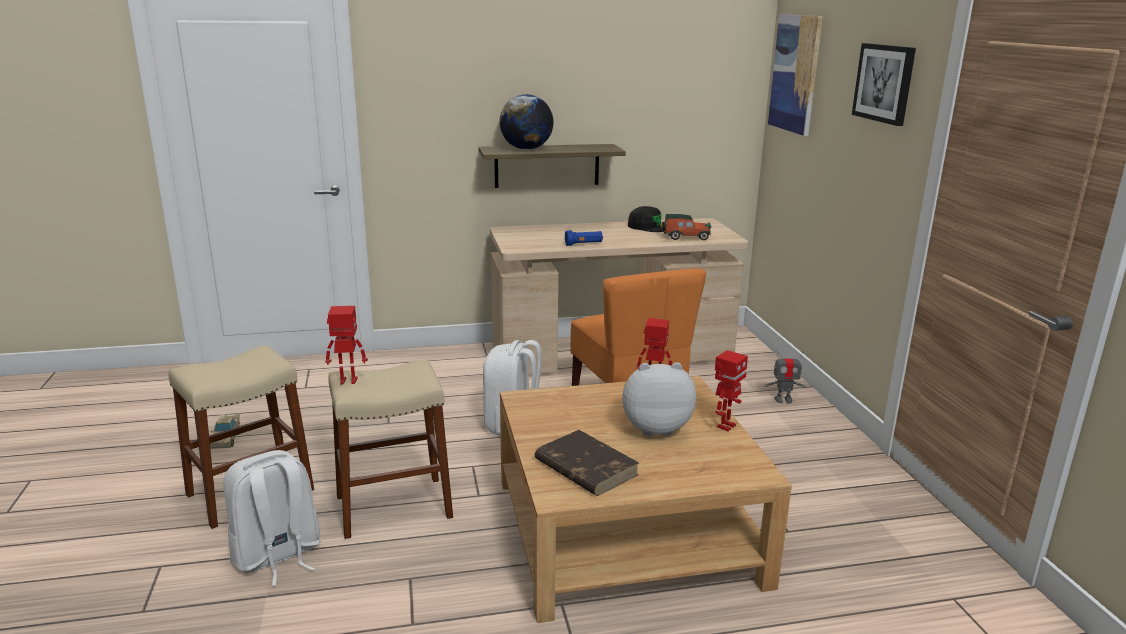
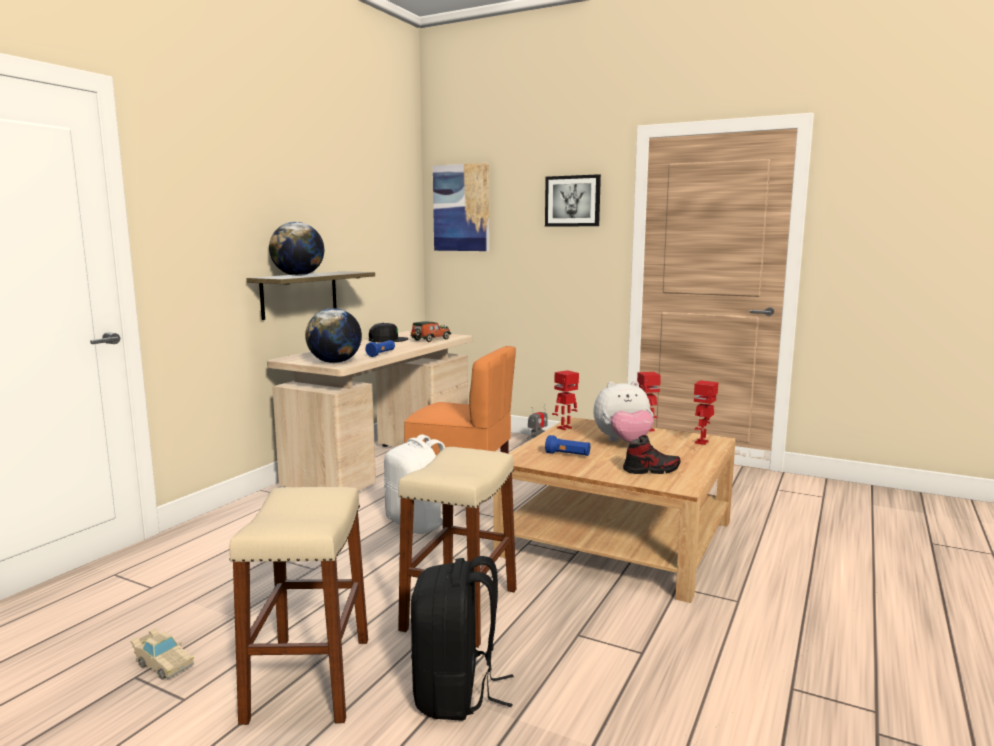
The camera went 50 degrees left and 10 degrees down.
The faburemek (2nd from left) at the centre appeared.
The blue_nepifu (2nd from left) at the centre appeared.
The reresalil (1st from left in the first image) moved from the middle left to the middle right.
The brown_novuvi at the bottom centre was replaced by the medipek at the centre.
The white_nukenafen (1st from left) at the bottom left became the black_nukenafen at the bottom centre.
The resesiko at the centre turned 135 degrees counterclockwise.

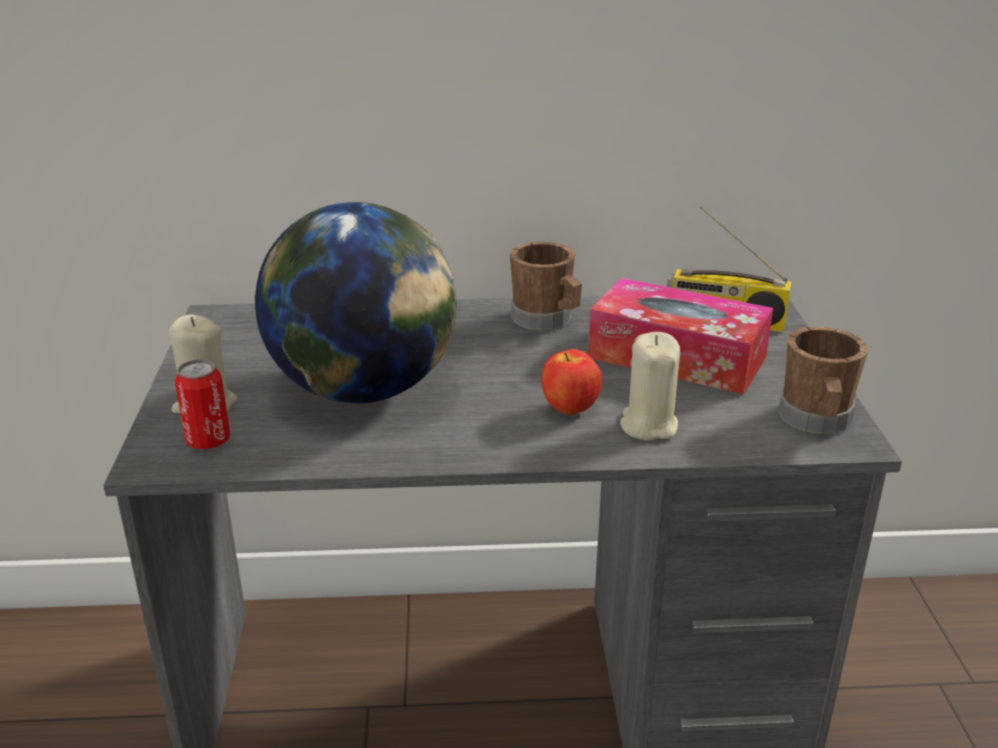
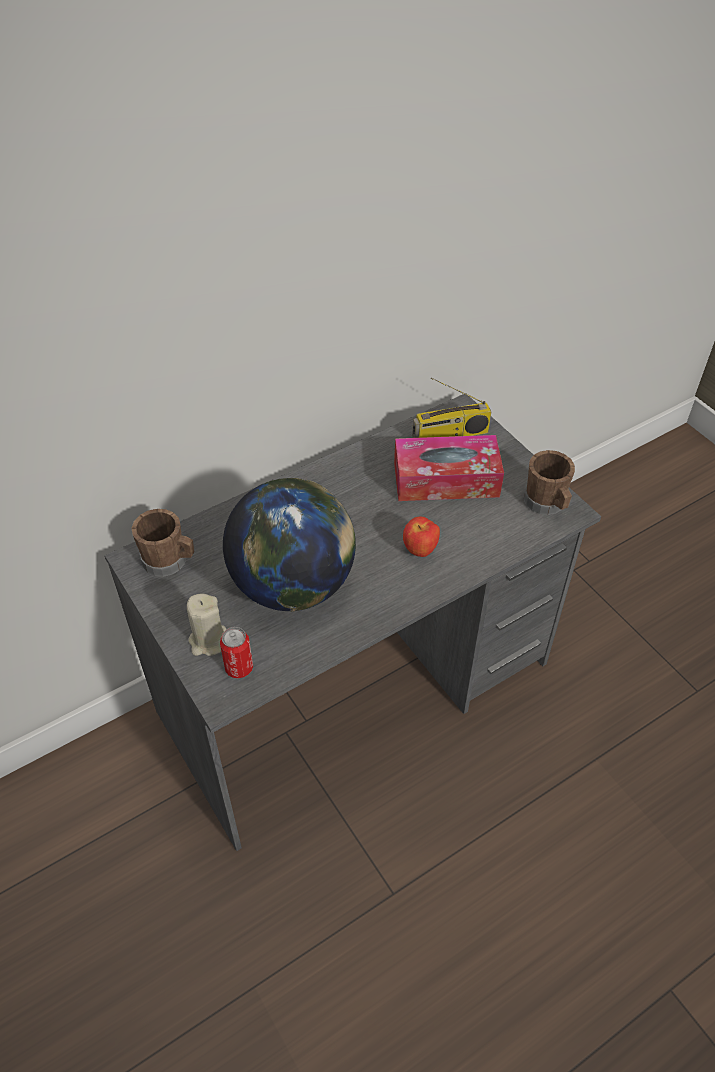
The camera went 30 degrees left and 20 degrees up.
The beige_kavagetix (2nd from left) at the centre disappeared.
The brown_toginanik (1st from left) moved from the centre to the middle left.

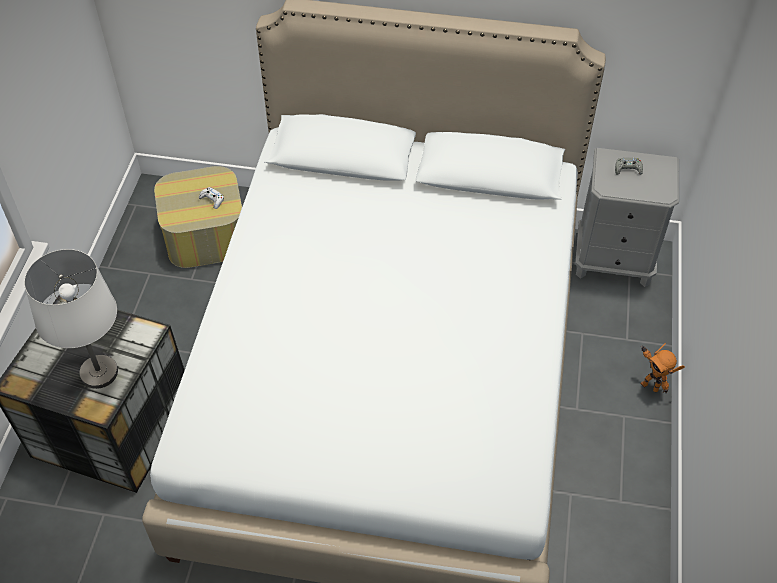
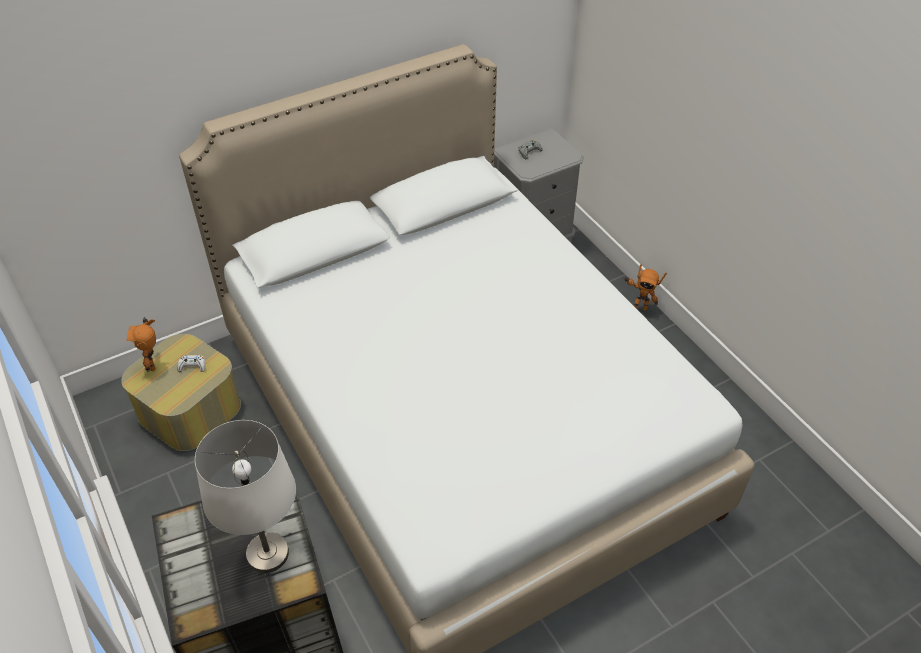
The camera went 40 degrees left and 5 degrees down.
The reresalil (1st from left) at the middle left appeared.

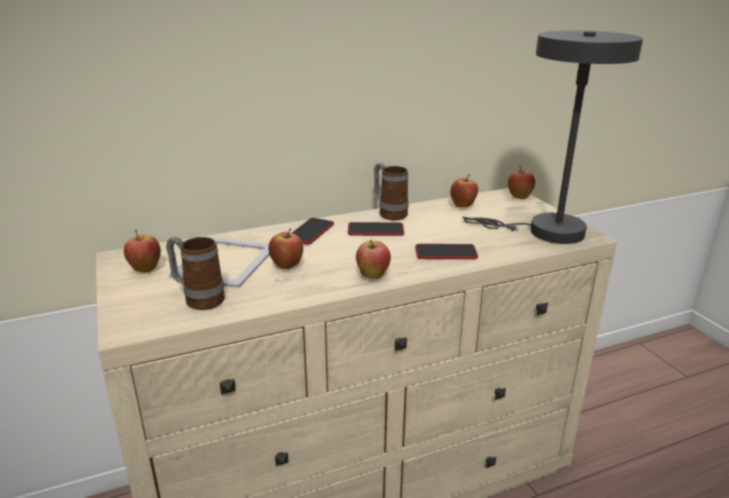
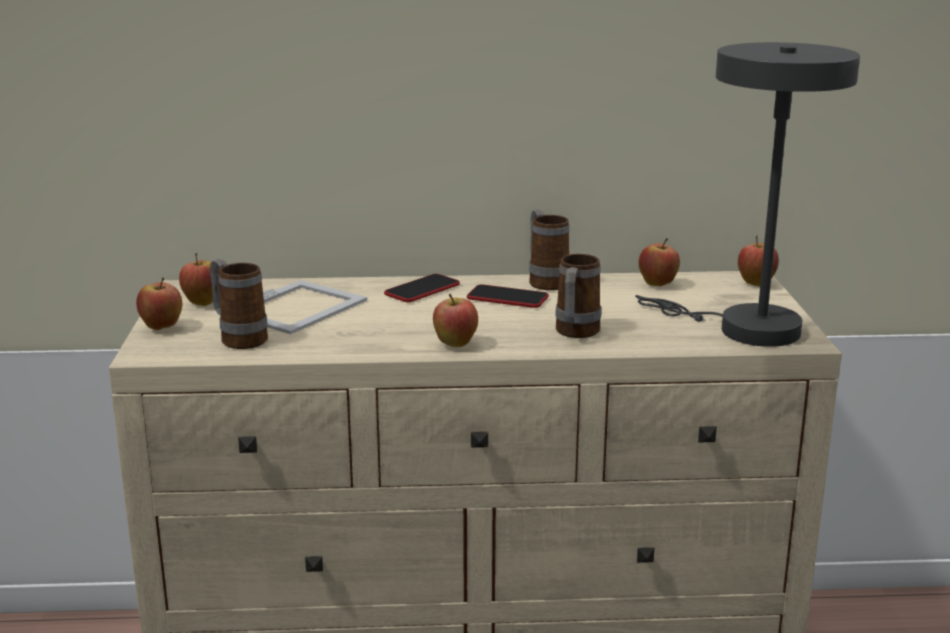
The camera went 20 degrees right and 5 degrees down.
The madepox (2nd from left in the first image) moved from the centre to the middle left.
The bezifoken (3rd from left) at the centre was replaced by the toginanik (3rd from left) at the centre.

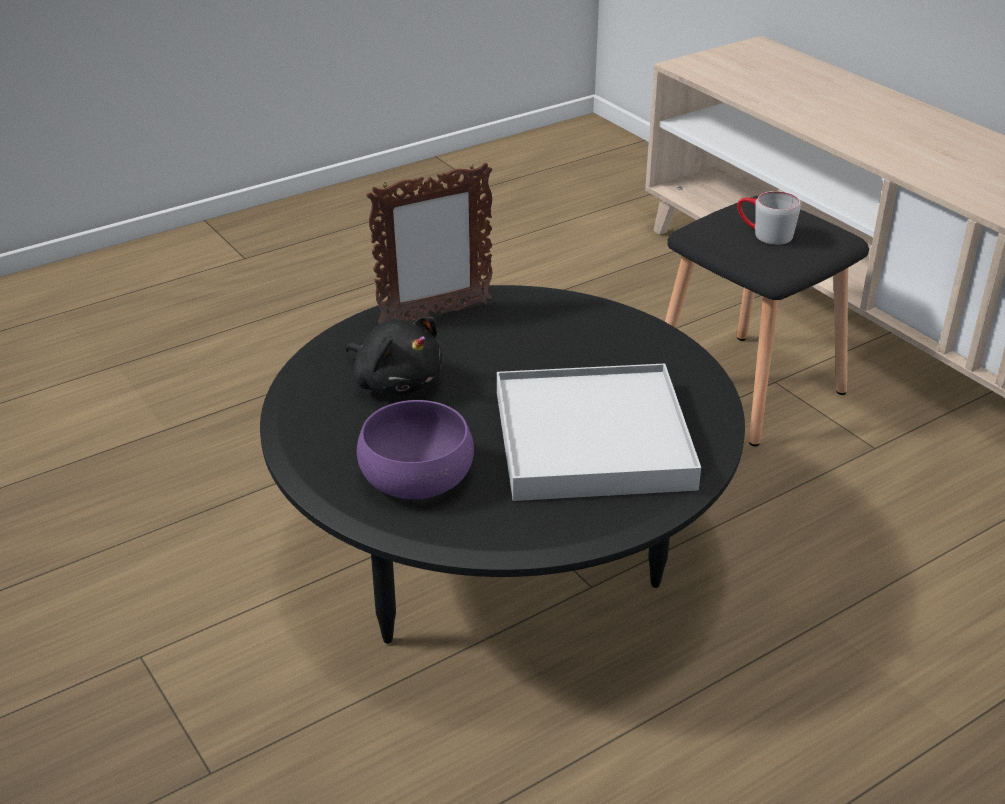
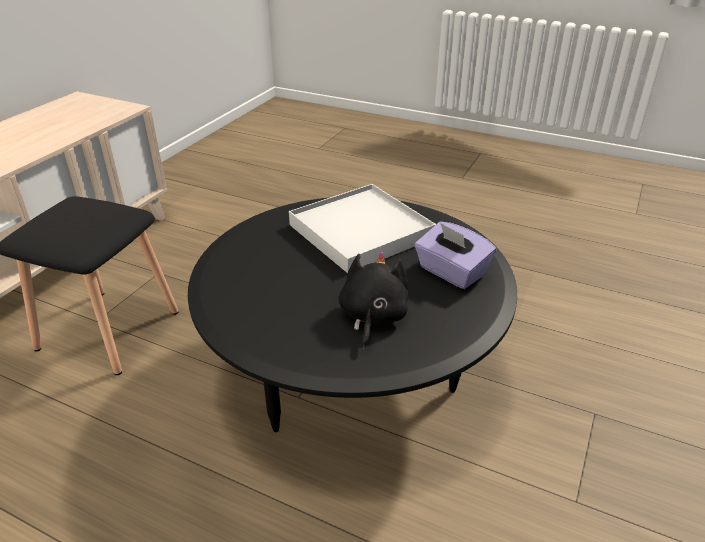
The camera went 120 degrees left and 0 degrees up.
The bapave at the top centre disappeared.
The grey_toginanik at the top right disappeared.
The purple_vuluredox at the centre was replaced by the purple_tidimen at the centre.

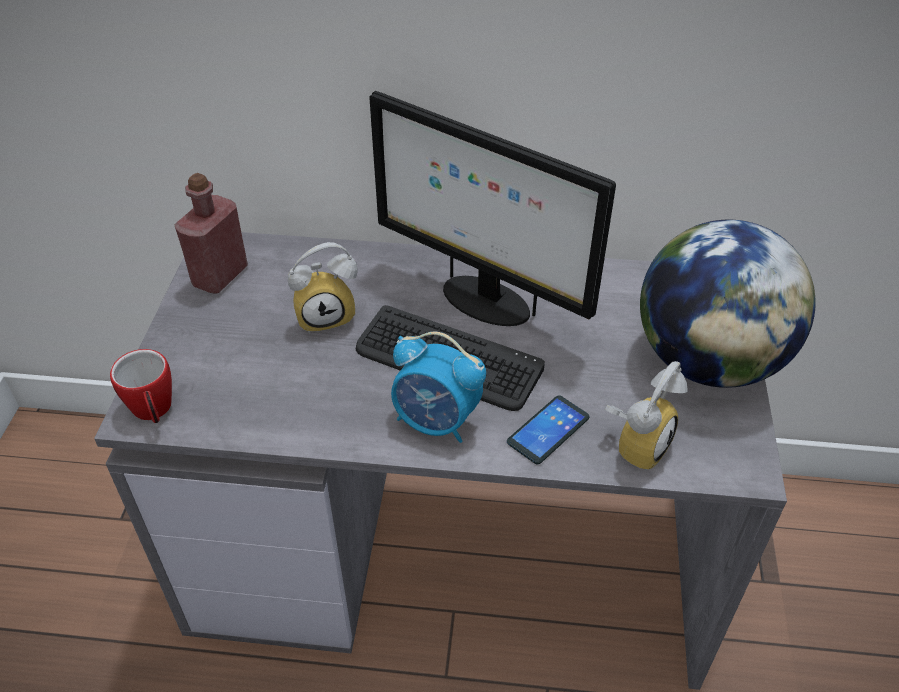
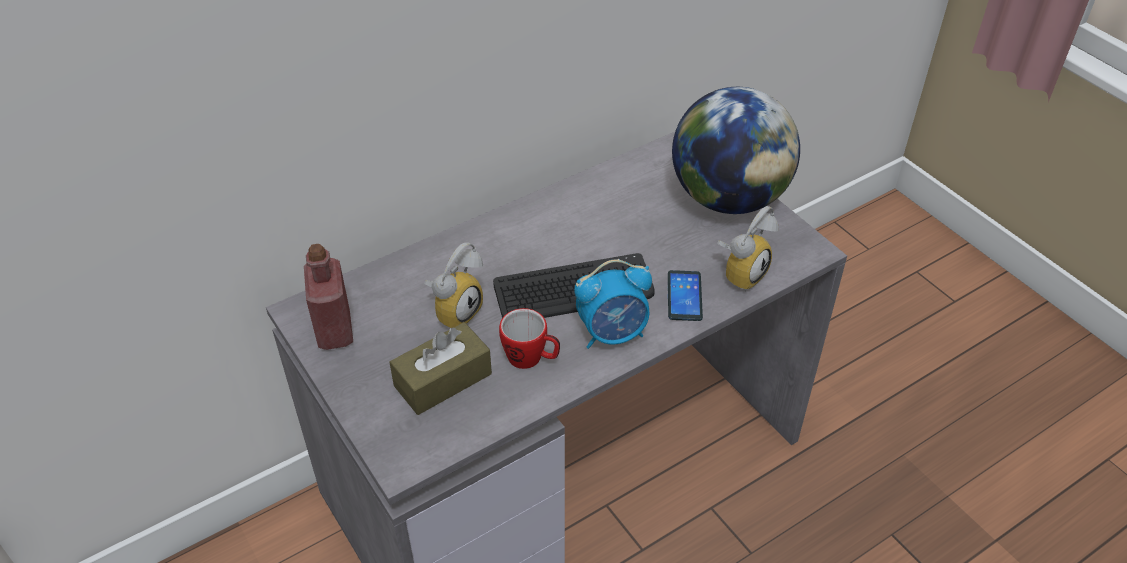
The camera went 40 degrees left and 0 degrees up.
The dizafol at the top centre disappeared.
The brown_tidimen at the centre appeared.
The toginanik moved from the middle left to the centre.
The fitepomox (3rd from left) at the middle right turned 45 degrees clockwise.

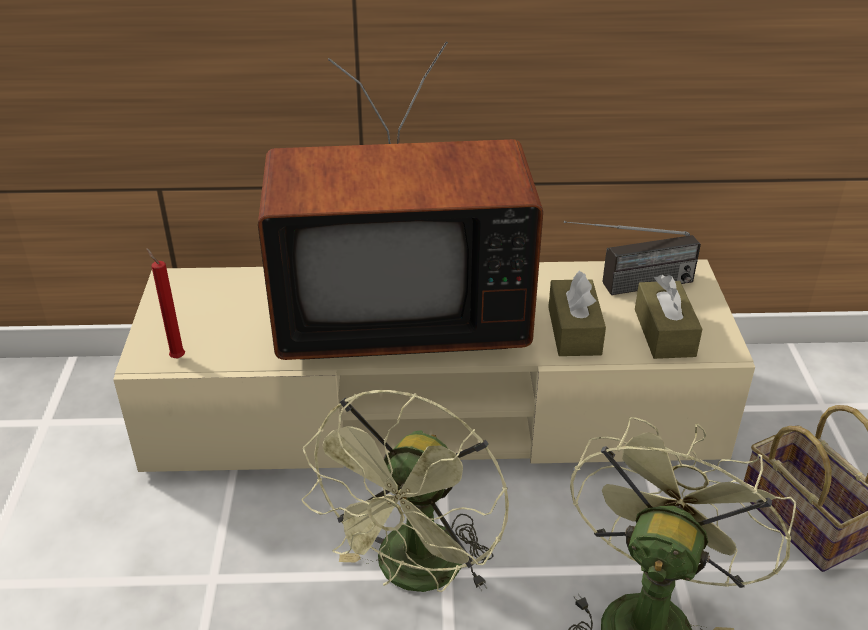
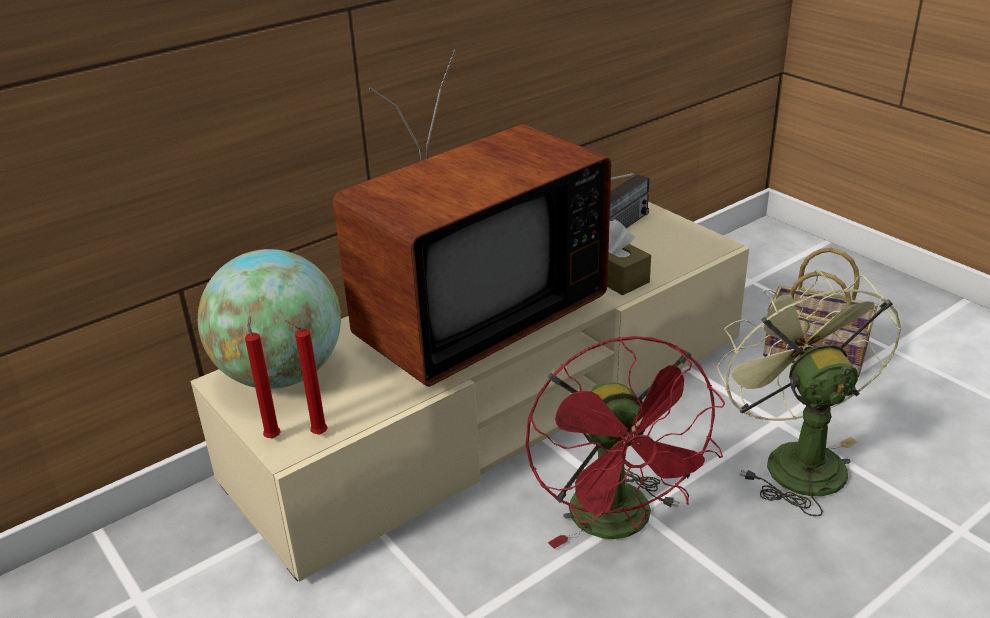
The camera went 35 degrees left and 5 degrees down.
The brown_tidimen (2nd from left) at the middle right disappeared.
The faburemek at the middle left appeared.
The red_kavagetix (1st from left) at the middle left appeared.
The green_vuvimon (1st from left) at the bottom centre became the red_vuvimon at the bottom centre.

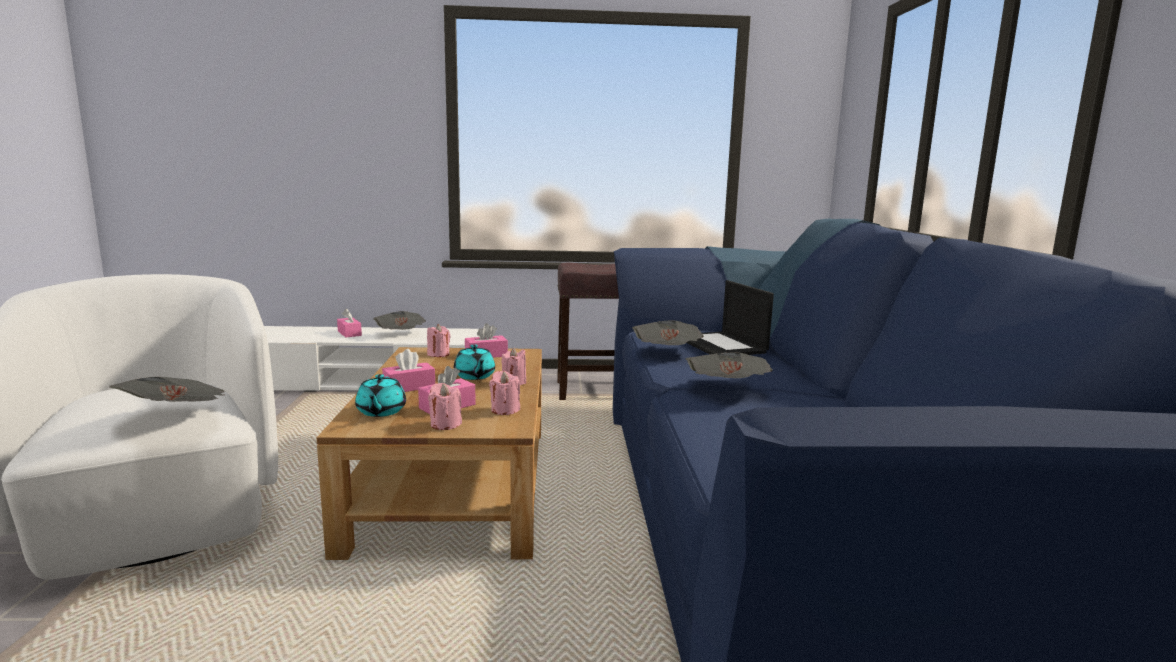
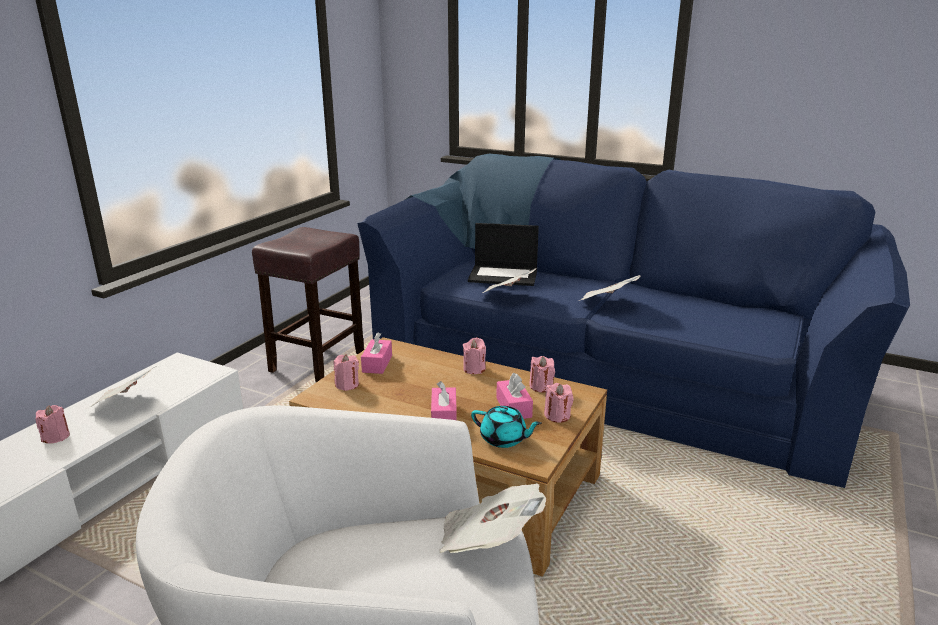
The camera went 60 degrees left and 10 degrees up.
The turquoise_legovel (2nd from left) at the centre disappeared.
The pink_tidimen (1st from left) at the middle left was replaced by the pink_kavagetix (1st from left) at the bottom left.

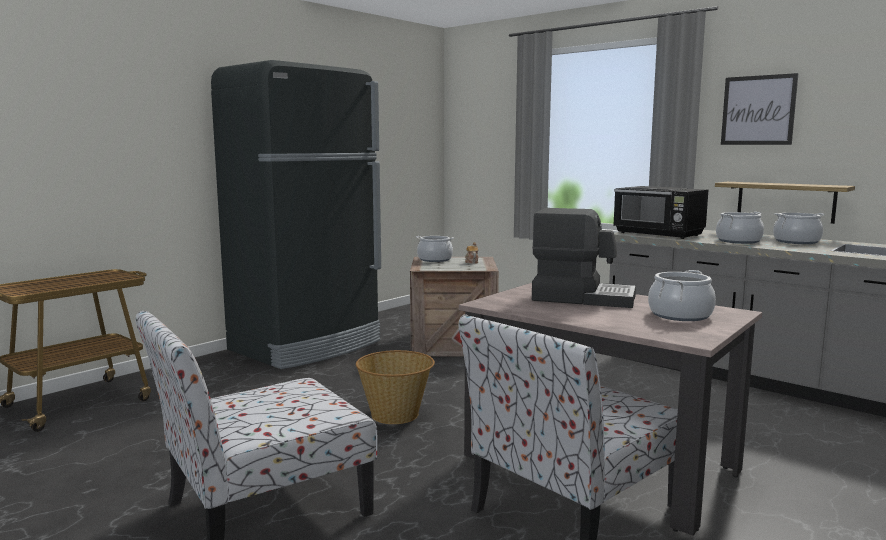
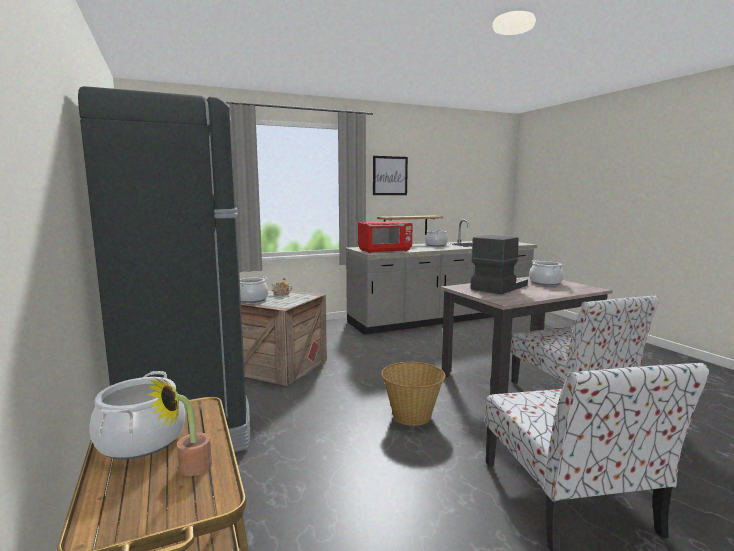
The camera went 65 degrees left and 0 degrees up.
The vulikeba at the bottom left appeared.
The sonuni (3rd from left in the first image) moved from the middle right to the bottom left.
The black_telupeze at the middle right became the red_telupeze at the centre.

